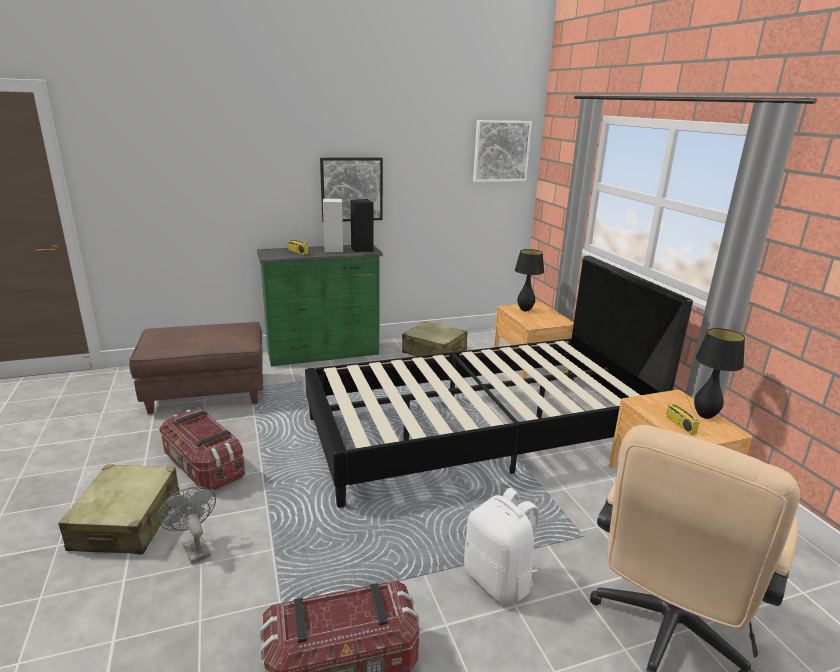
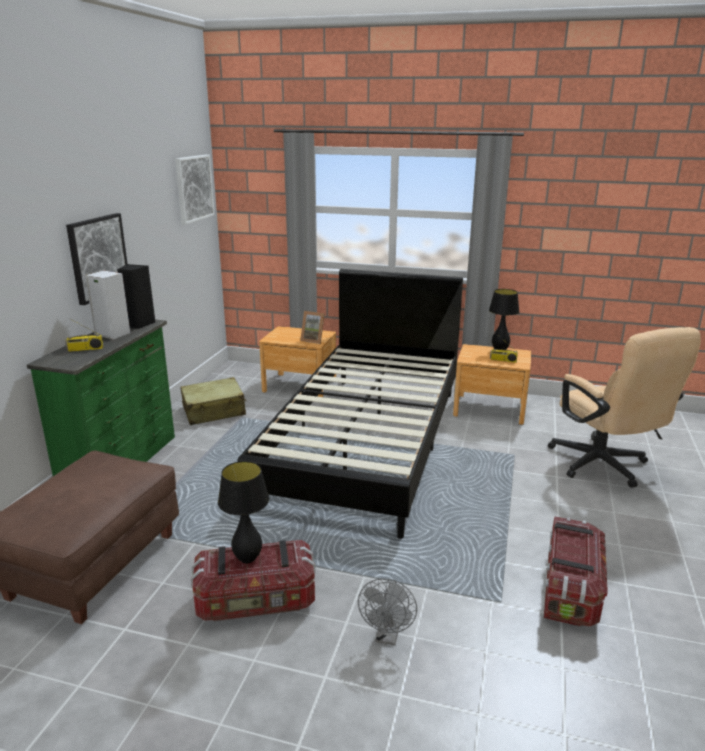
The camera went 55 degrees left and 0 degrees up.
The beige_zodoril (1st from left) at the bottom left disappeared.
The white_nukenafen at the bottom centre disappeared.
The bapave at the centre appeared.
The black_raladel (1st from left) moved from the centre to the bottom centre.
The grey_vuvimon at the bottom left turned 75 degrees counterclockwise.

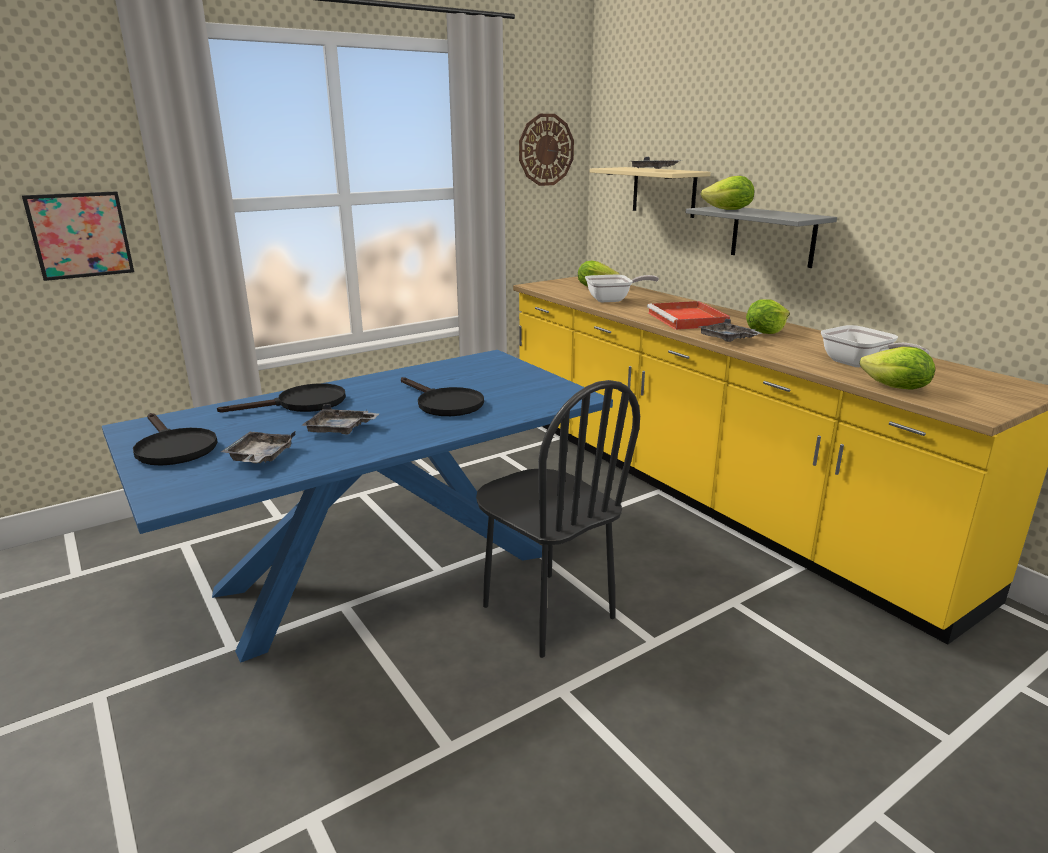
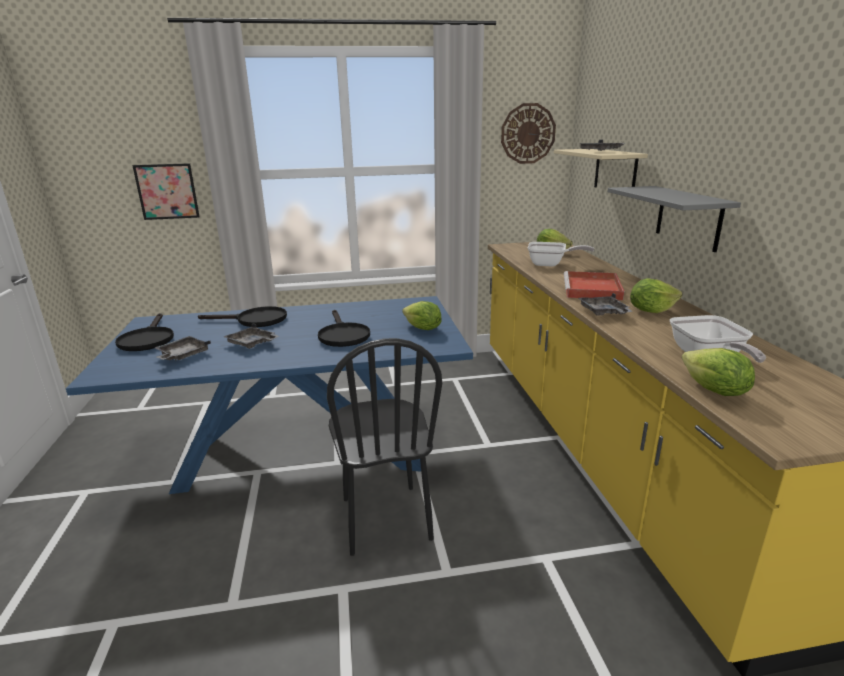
The camera went 25 degrees right and 0 degrees up.
The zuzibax (2nd from left in the first image) moved from the top right to the centre.

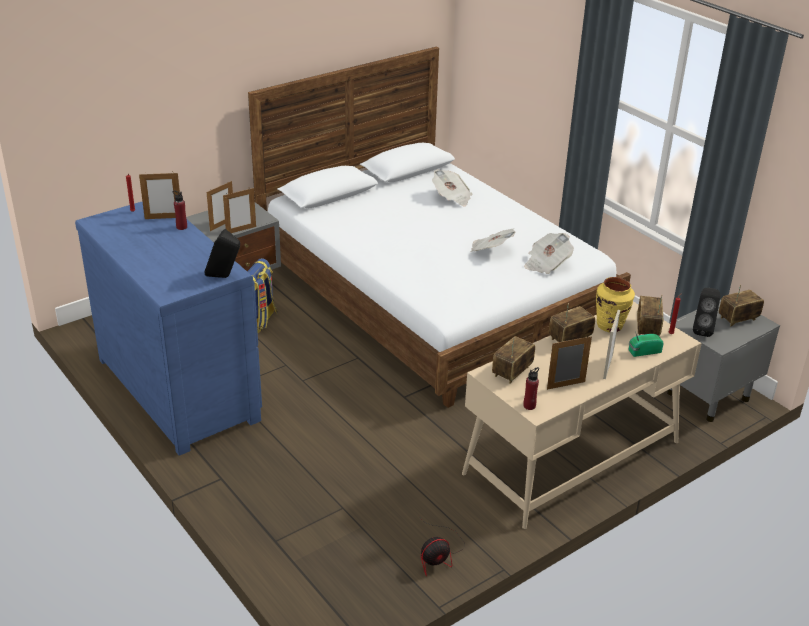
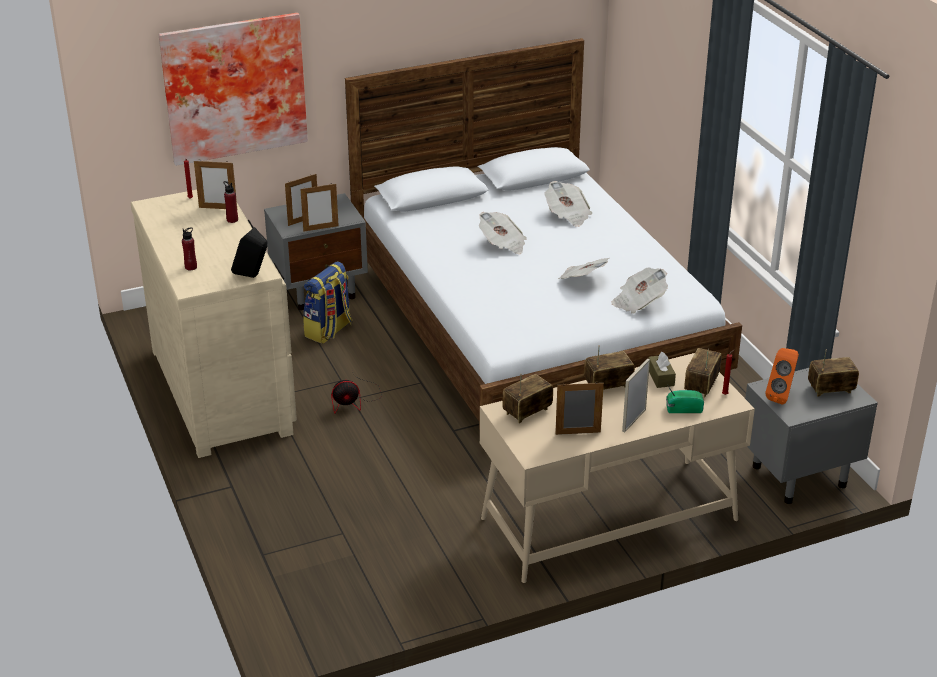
The camera went 15 degrees right and 0 degrees up.
The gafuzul at the top left appeared.
The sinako (1st from left) at the centre appeared.
The vuvimon moved from the bottom centre to the centre.
The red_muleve (2nd from left in the first image) moved from the centre to the middle left.
The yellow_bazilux at the middle right was replaced by the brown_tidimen at the middle right.
The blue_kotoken at the middle left became the beige_kotoken at the middle left.
The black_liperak (2nd from left) at the middle right became the orange_liperak at the middle right.

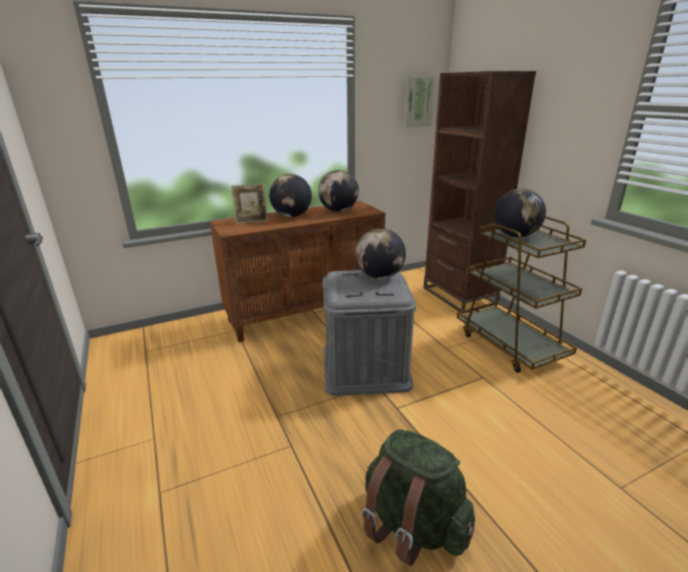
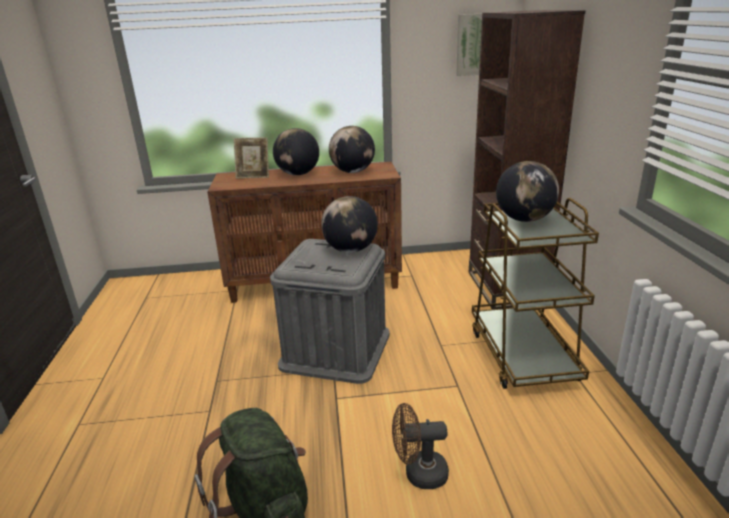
The camera went 20 degrees right and 0 degrees up.
The brown_vuvimon at the bottom centre appeared.

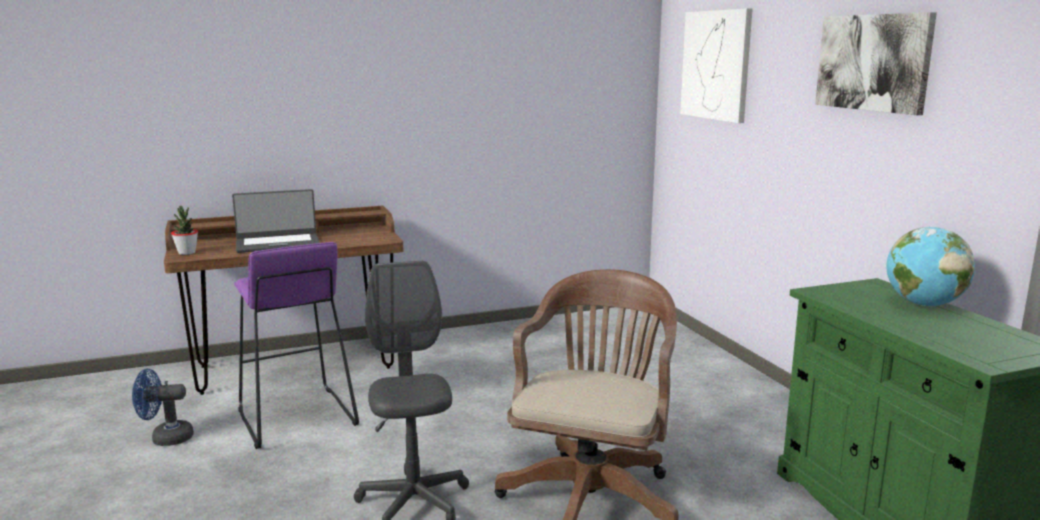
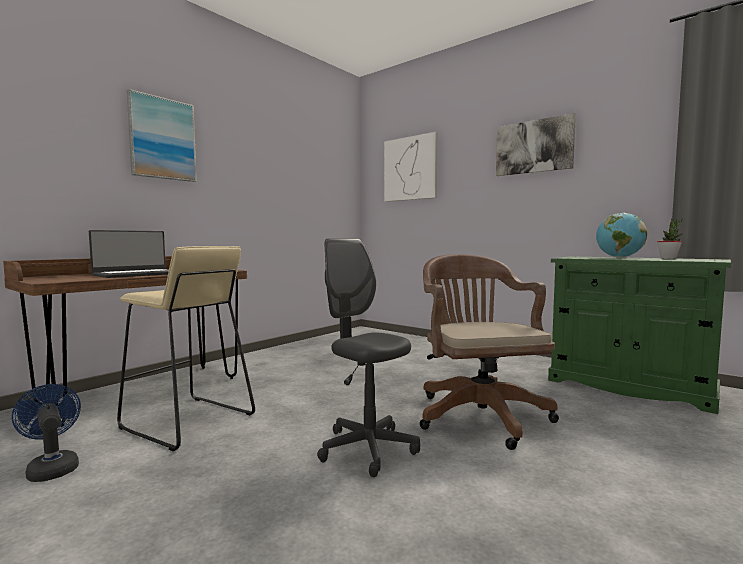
The camera went 30 degrees left and 10 degrees down.
The gafuzul (1st from left) at the top left appeared.
The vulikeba moved from the middle left to the middle right.
The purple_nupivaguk at the middle left became the beige_nupivaguk at the middle left.
The blue_vuvimon at the bottom left turned 90 degrees clockwise.

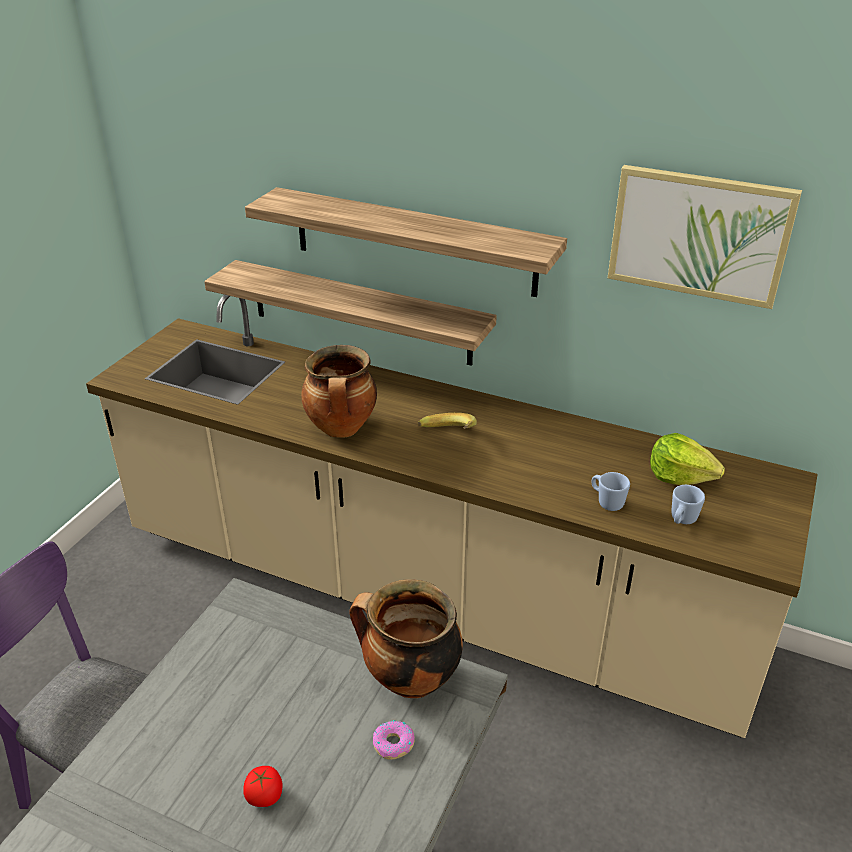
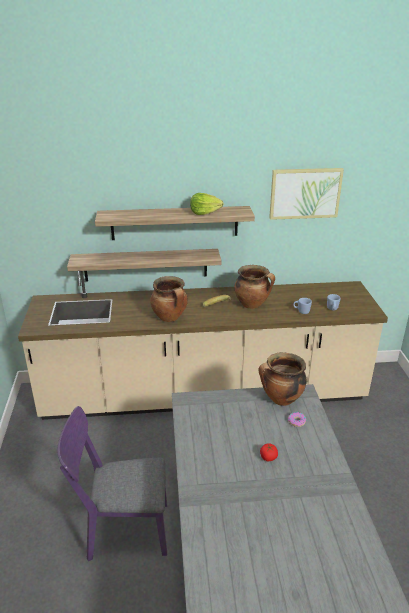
The camera went 30 degrees left and 5 degrees down.
The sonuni (2nd from left) at the centre appeared.
The zuzibax moved from the middle right to the top centre.

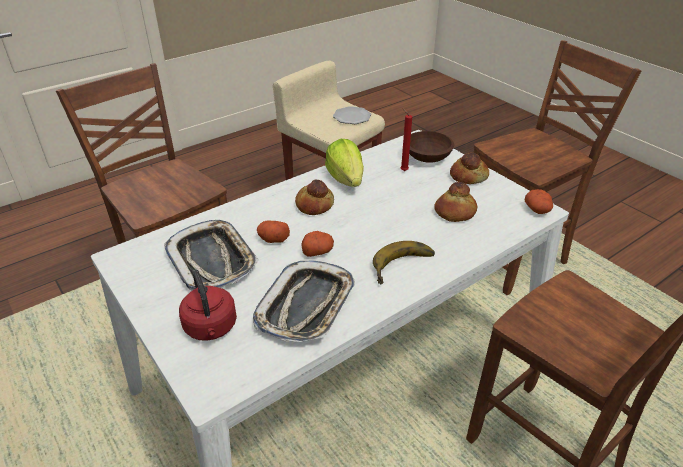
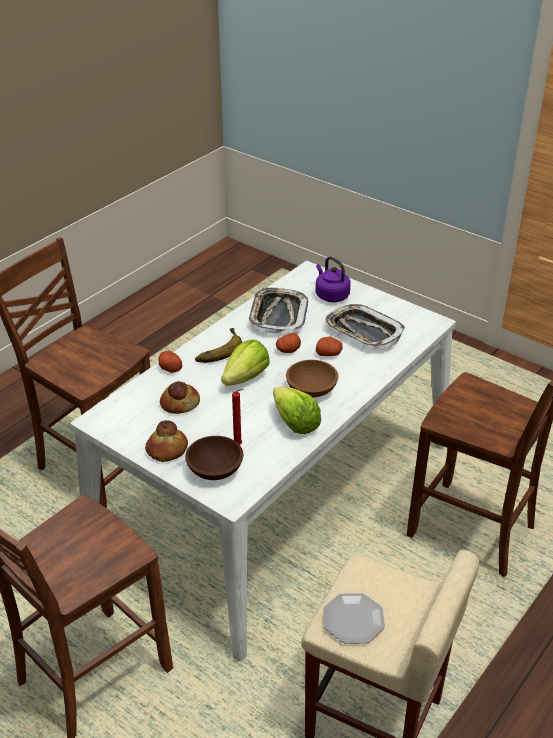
The camera went 165 degrees right and 0 degrees up.
The zuzibax (1st from left) at the centre appeared.
The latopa (3rd from left in the first image) moved from the middle right to the middle left.
The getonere (1st from left) at the centre was replaced by the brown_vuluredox (2nd from left) at the centre.
The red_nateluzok at the middle left became the purple_nateluzok at the centre.

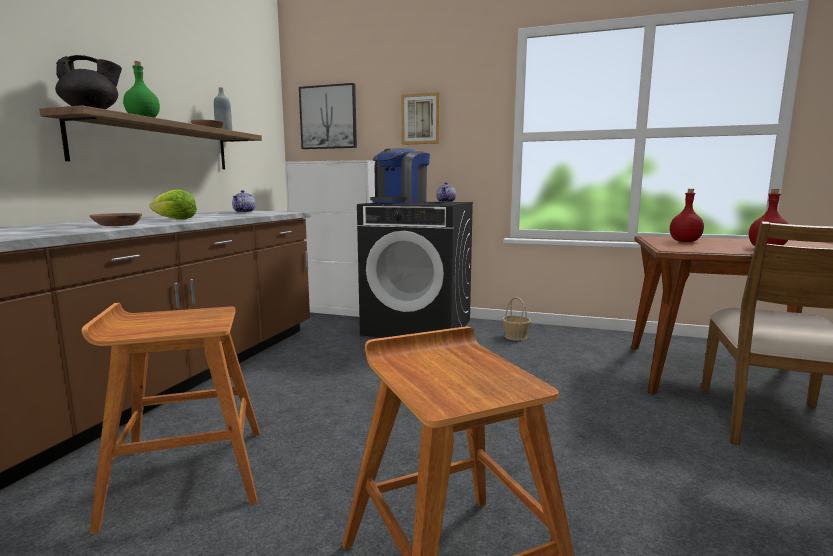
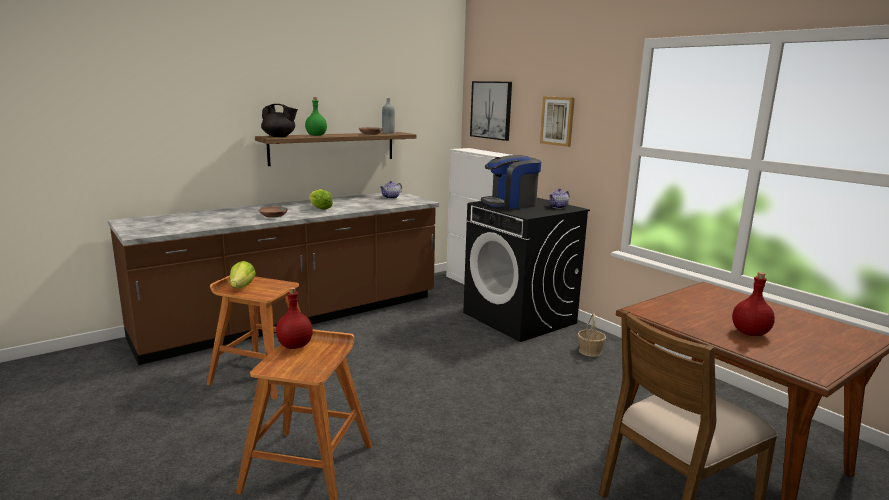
The camera went 35 degrees right and 5 degrees up.
The zuzibax (1st from left) at the middle left appeared.
The red_muleve (1st from left) moved from the middle right to the middle left.

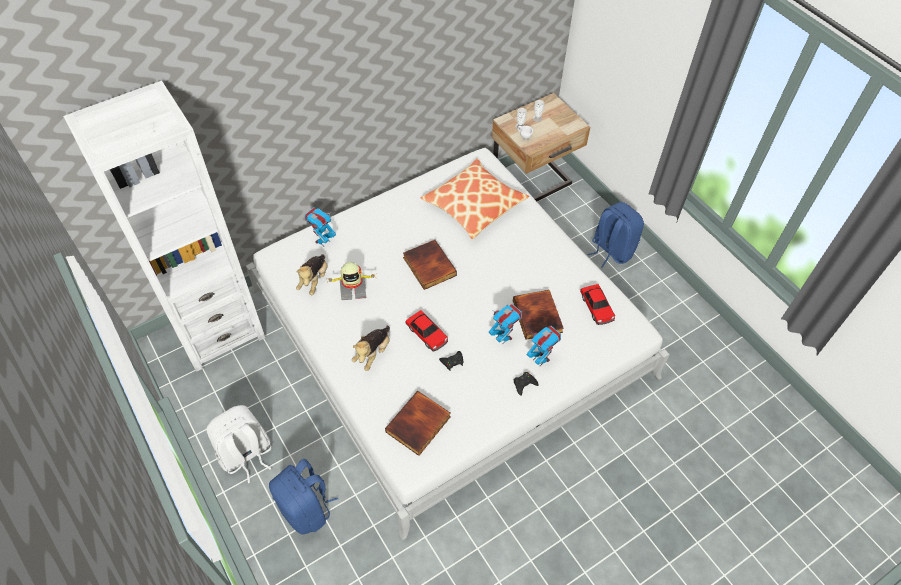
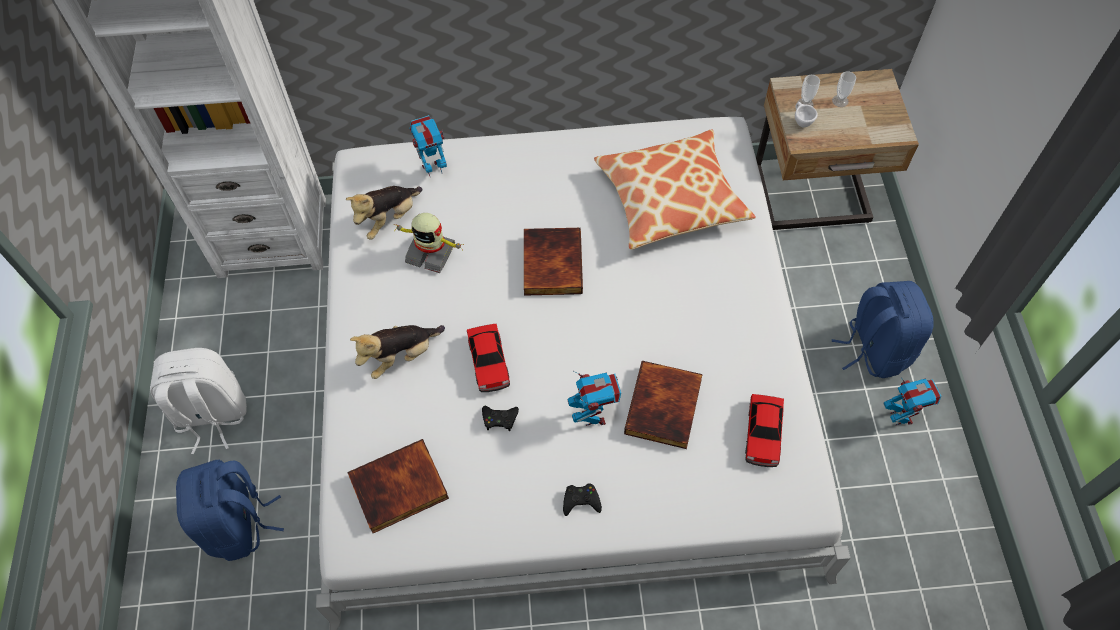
The camera went 30 degrees right and 5 degrees up.
The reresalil (4th from left) moved from the centre to the middle right.

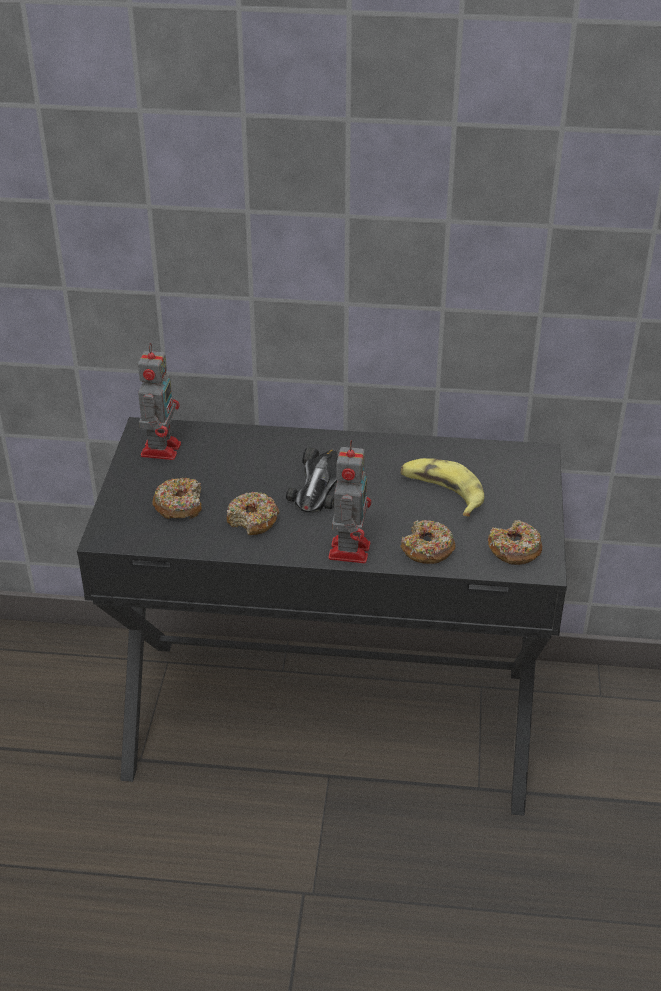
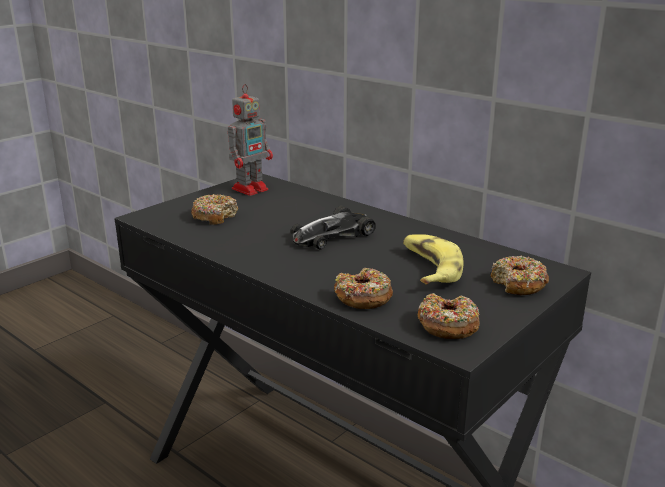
The camera went 35 degrees right and 15 degrees down.
The reresalil (2nd from left) at the centre disappeared.
The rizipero (2nd from left in the first image) moved from the centre to the middle right.

